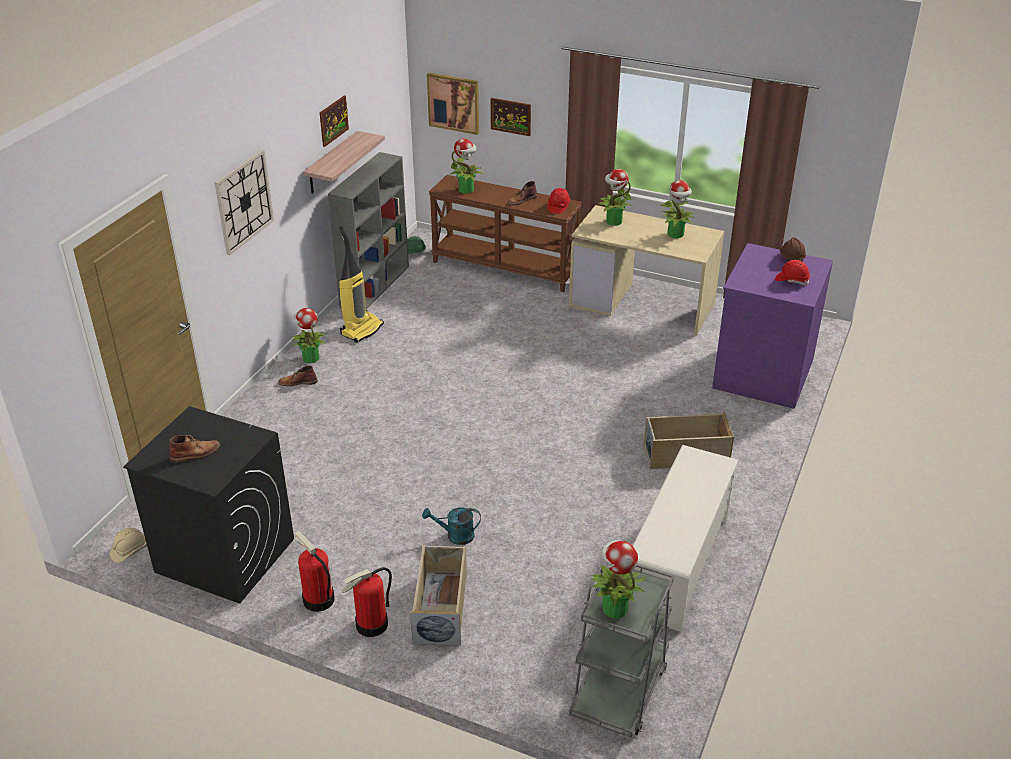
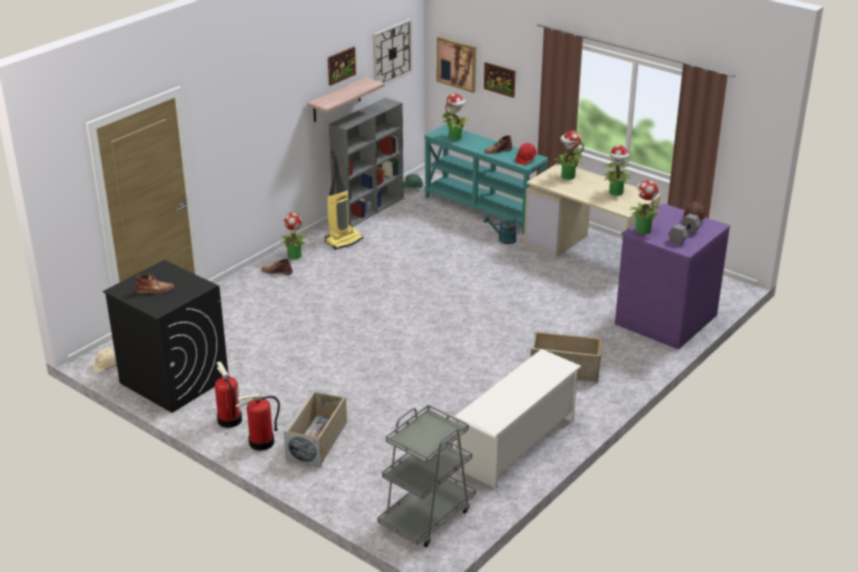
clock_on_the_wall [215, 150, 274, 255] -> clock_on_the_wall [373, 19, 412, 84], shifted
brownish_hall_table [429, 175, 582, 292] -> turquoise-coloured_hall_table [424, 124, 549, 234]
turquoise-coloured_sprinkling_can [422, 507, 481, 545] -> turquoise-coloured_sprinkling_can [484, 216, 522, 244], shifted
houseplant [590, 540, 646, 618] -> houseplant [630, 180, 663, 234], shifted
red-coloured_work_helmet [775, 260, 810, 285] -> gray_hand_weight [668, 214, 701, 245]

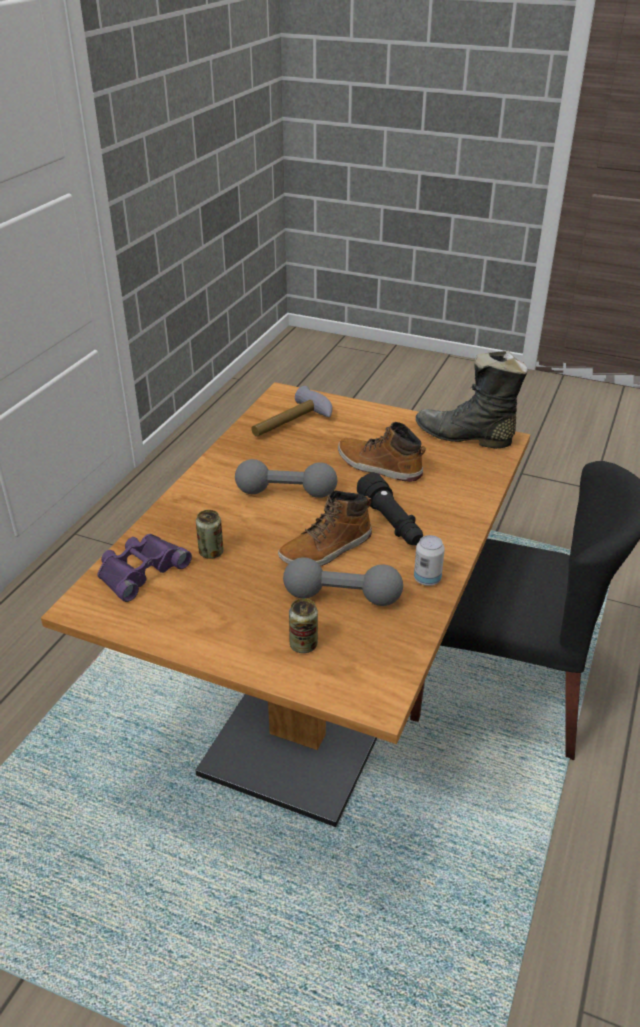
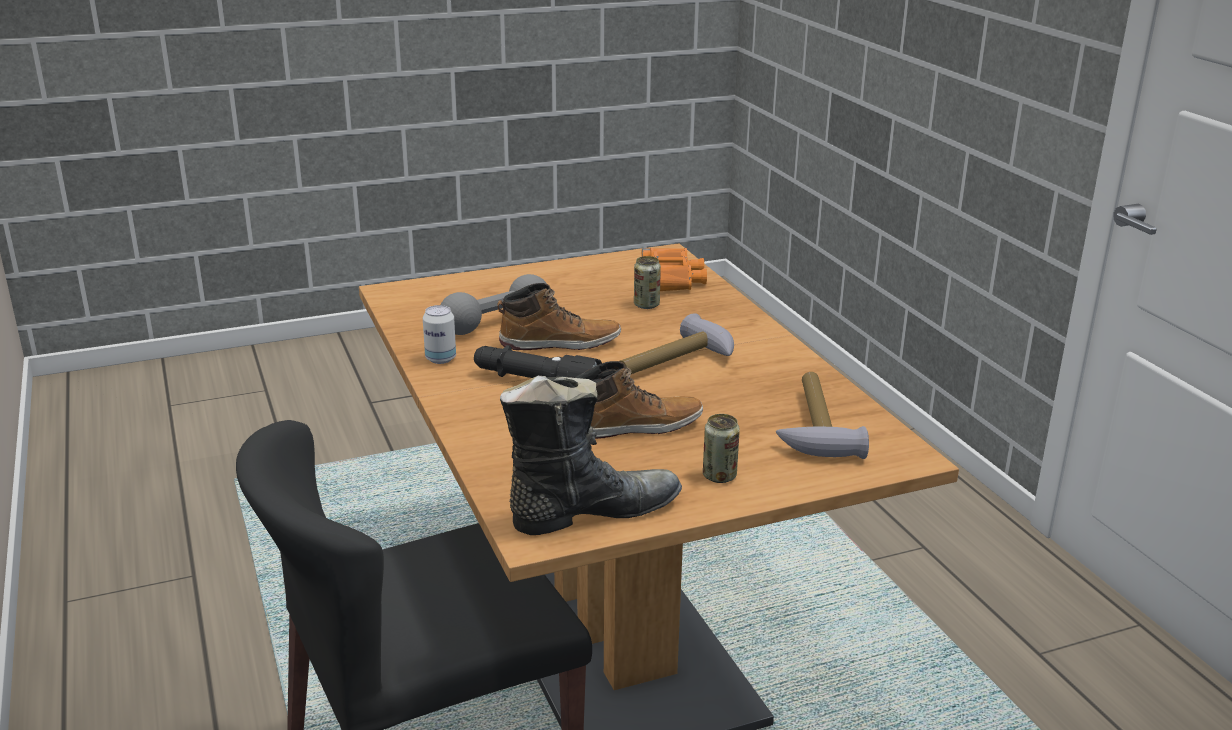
high-top_boot [278, 491, 372, 566] -> high-top_boot [498, 283, 621, 350], 75 degrees clockwise
gray_hand_weight [235, 459, 337, 498] -> tool_hammer [619, 313, 734, 374]
purplish_pair_of_binoculars [97, 534, 192, 602] -> orange-coloured_pair_of_binoculars [641, 248, 707, 291]
can [289, 598, 318, 653] -> can [703, 414, 740, 483], shifted

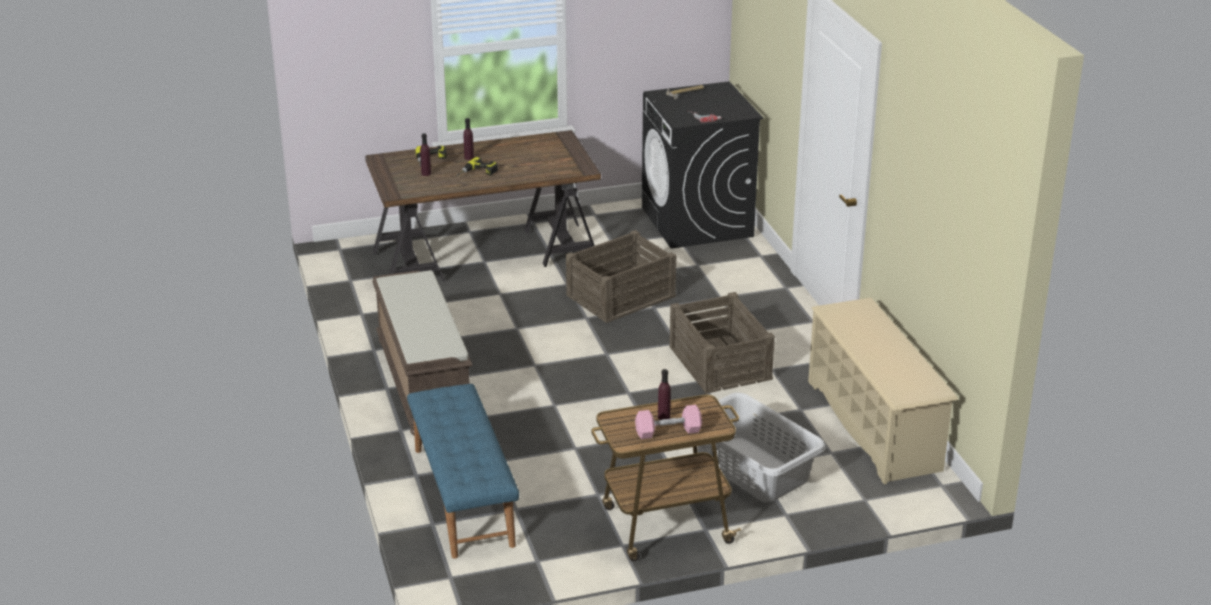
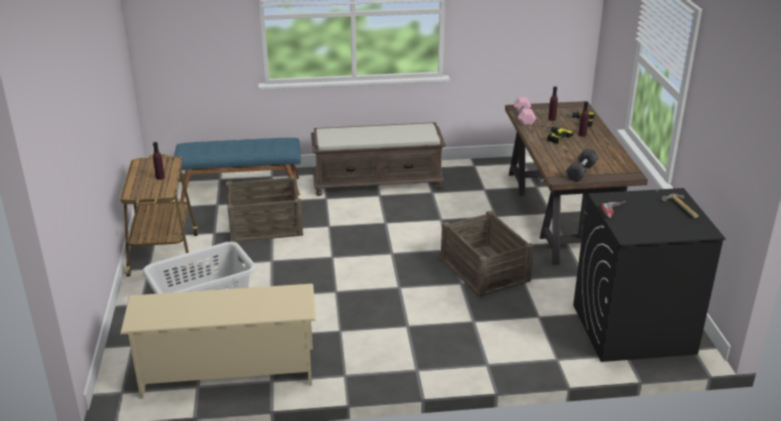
crate [669, 292, 775, 394] -> crate [226, 176, 303, 242], shifted
pink-coloured_hand_weight [635, 405, 702, 439] -> pink-coloured_hand_weight [514, 97, 536, 126], shifted
none -> black_hand_weight [566, 148, 598, 182]

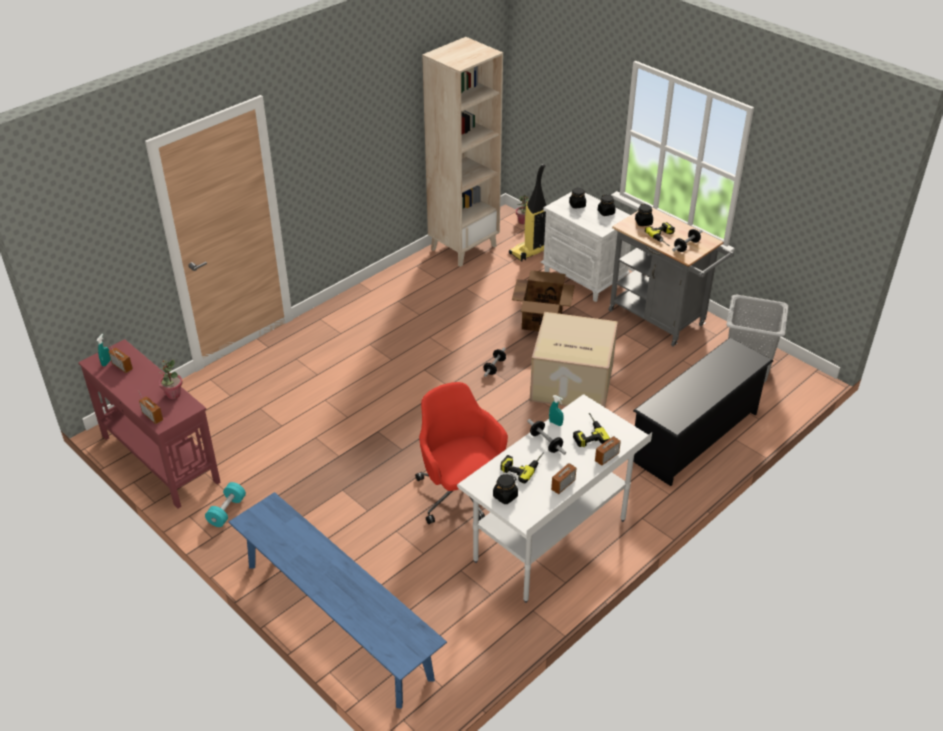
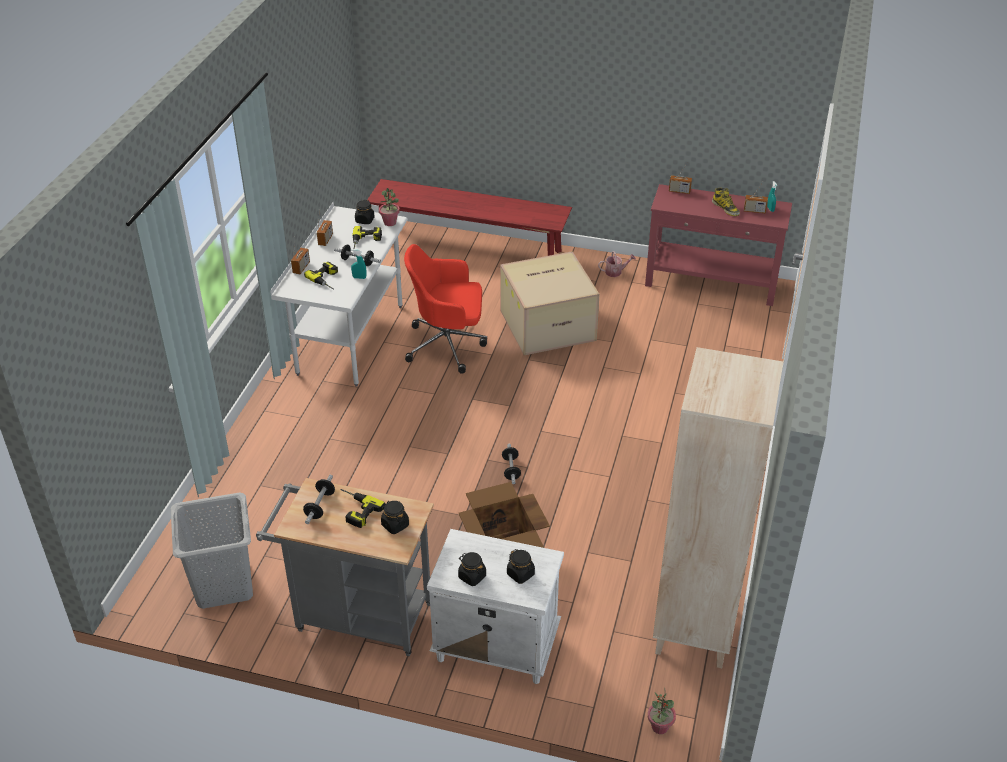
blue_bench [229, 492, 447, 709] -> red-coloured_bench [367, 179, 572, 256]
houseplant [158, 359, 183, 399] -> houseplant [379, 188, 400, 226], shifted
red-coloured_desk_chair [415, 382, 508, 524] -> red-coloured_desk_chair [404, 244, 487, 373], 150 degrees clockwise
cardboard_box [530, 312, 618, 407] -> cardboard_box [500, 251, 600, 355], shifted
turquoise-coloured_hand_weight [205, 482, 246, 527] -> sprinkling_can [598, 251, 636, 277]
none -> high-top_boot [712, 188, 740, 216]
hoover [509, 164, 546, 261] -> none
black_shoe_stand [633, 337, 773, 486] -> none

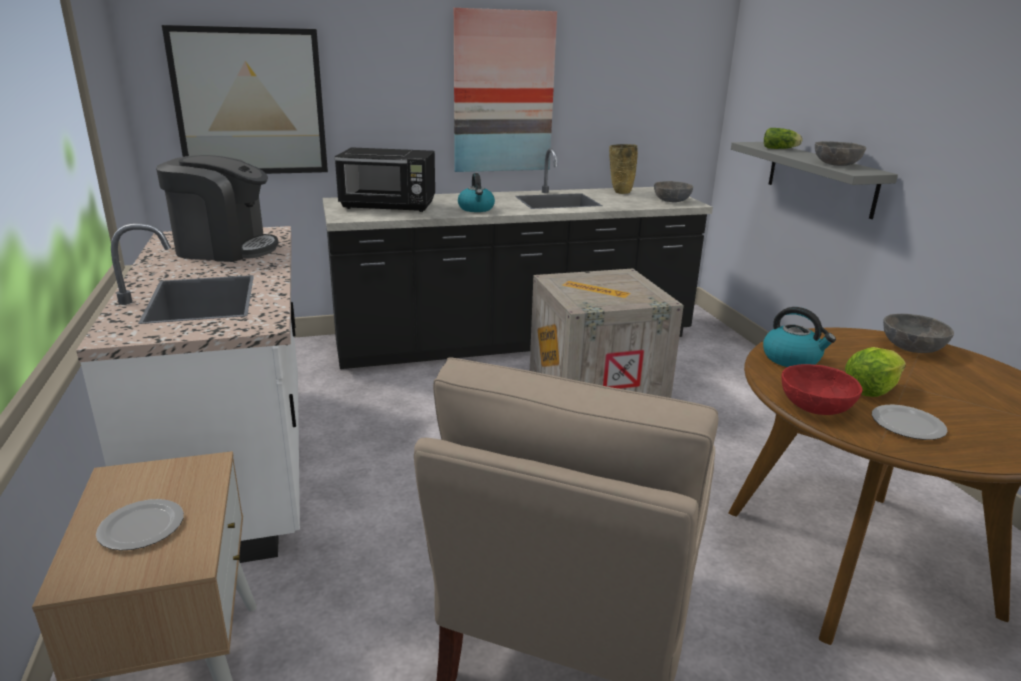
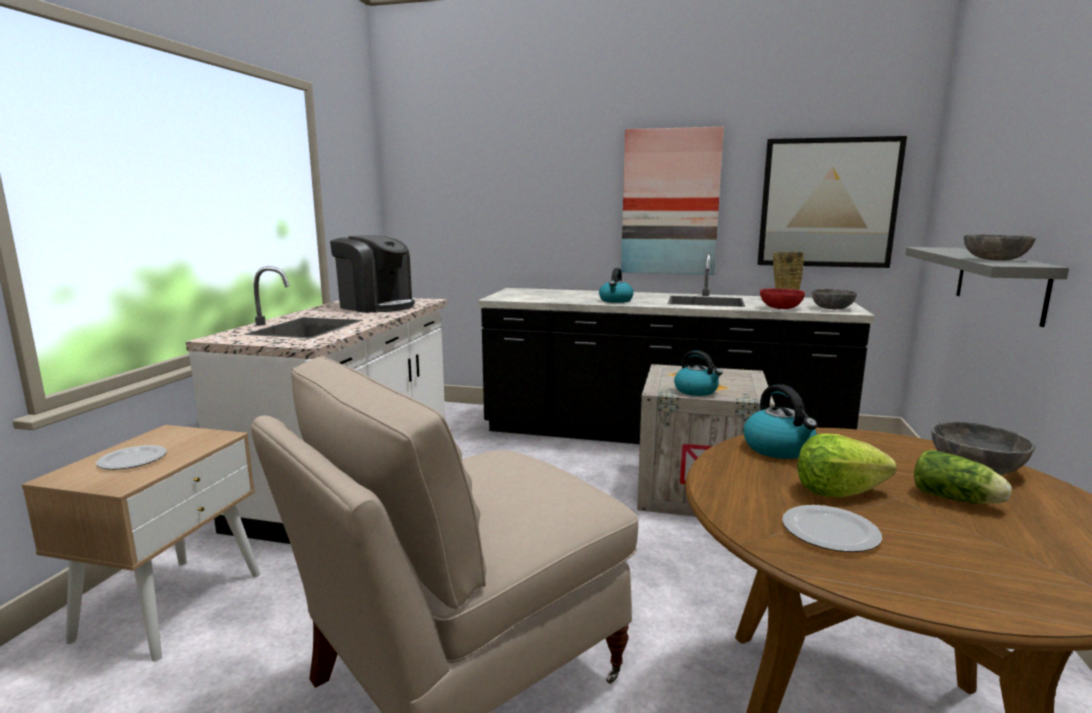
none -> tea_kettle [674, 350, 723, 396]
wall_art [162, 25, 328, 174] -> wall_art [757, 136, 907, 268], shifted
red-coloured_bowl [781, 364, 863, 415] -> red-coloured_bowl [760, 288, 805, 309], shifted
lettuce_head [764, 128, 802, 149] -> lettuce_head [914, 450, 1012, 504], shifted
black_kitchen_microwave [334, 147, 435, 212] -> none

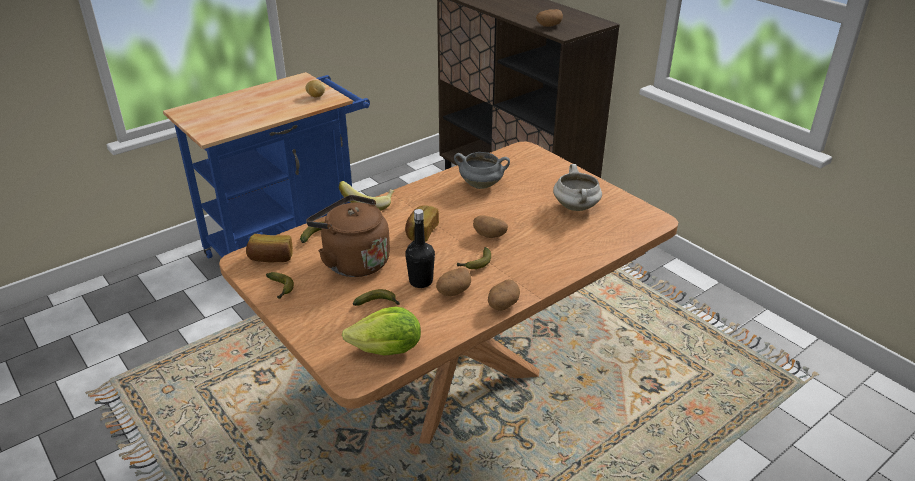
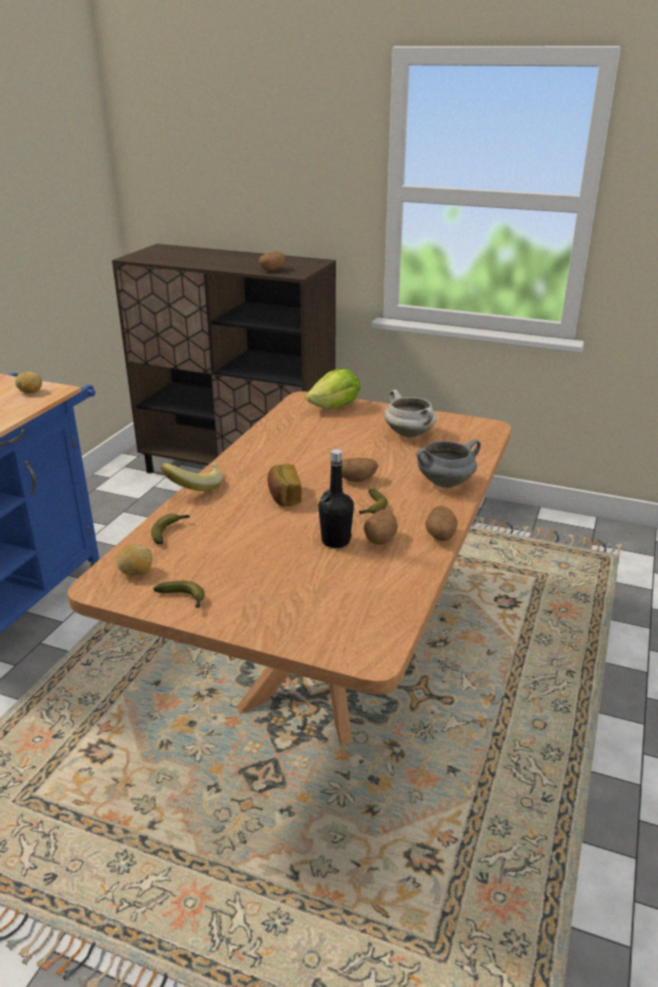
baked_bread [246, 234, 293, 262] -> whole_potato [116, 544, 152, 575]
lettuce_head [342, 307, 421, 356] -> lettuce_head [305, 369, 360, 408], shifted
gray_saucepot [454, 152, 510, 189] -> gray_saucepot [416, 439, 481, 488], shifted
brownish_tea_kettle [306, 195, 390, 277] -> none
banana_fruit [353, 289, 400, 306] -> none

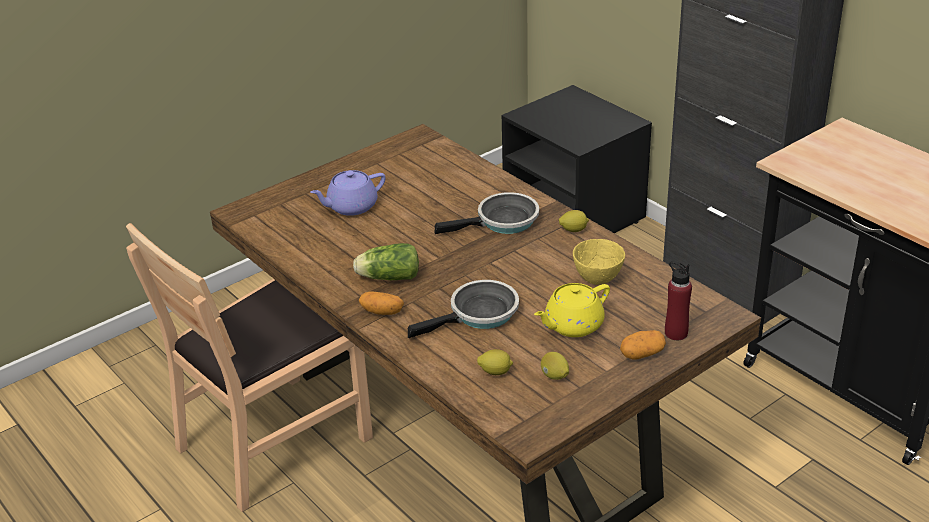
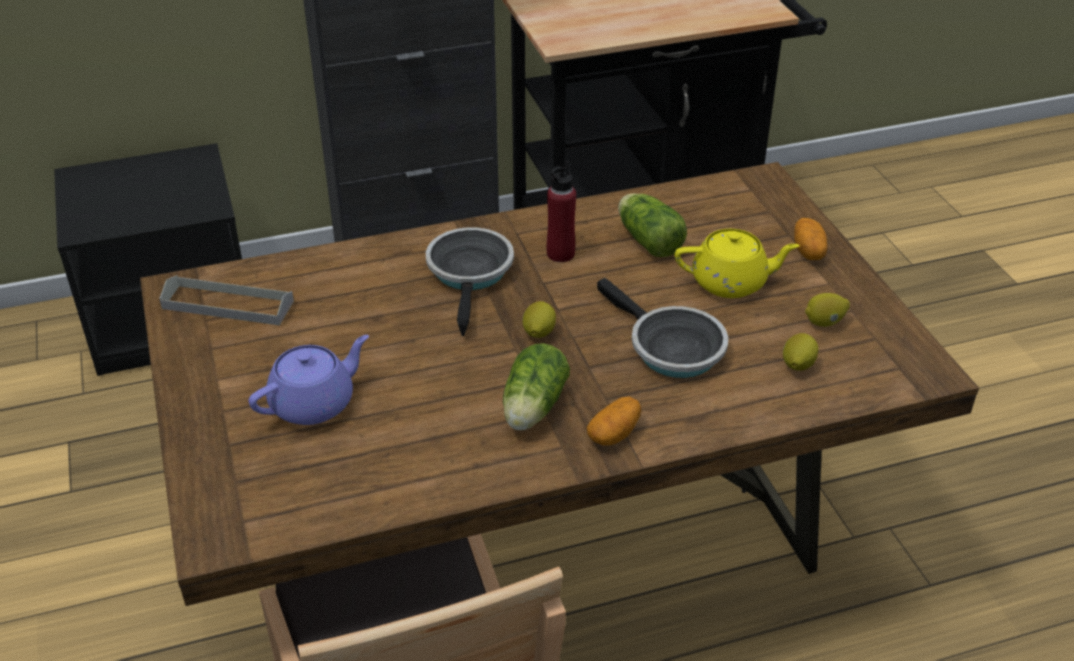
none -> gray_serving_tray [159, 275, 294, 325]
purplish_tea_pot [310, 170, 386, 216] -> purplish_tea_pot [249, 335, 369, 425], 120 degrees counterclockwise
lemon [559, 210, 589, 232] -> lemon [522, 301, 556, 338], shifted
red-coloured_drink_bottle [665, 261, 692, 340] -> red-coloured_drink_bottle [547, 161, 576, 262], shifted
pan [408, 280, 519, 338] -> pan [597, 278, 728, 378], 150 degrees clockwise
yellow_bowl [573, 239, 625, 285] -> lettuce_head [618, 193, 687, 257]
yellow_tea_pot [534, 283, 610, 337] -> yellow_tea_pot [675, 229, 800, 298], 75 degrees counterclockwise

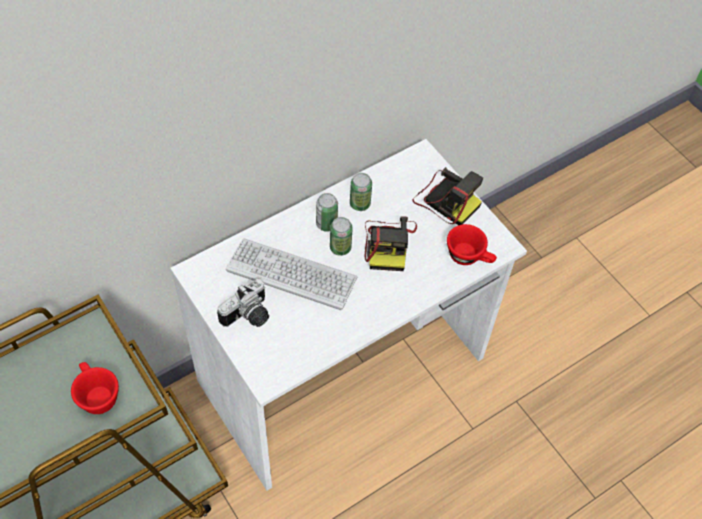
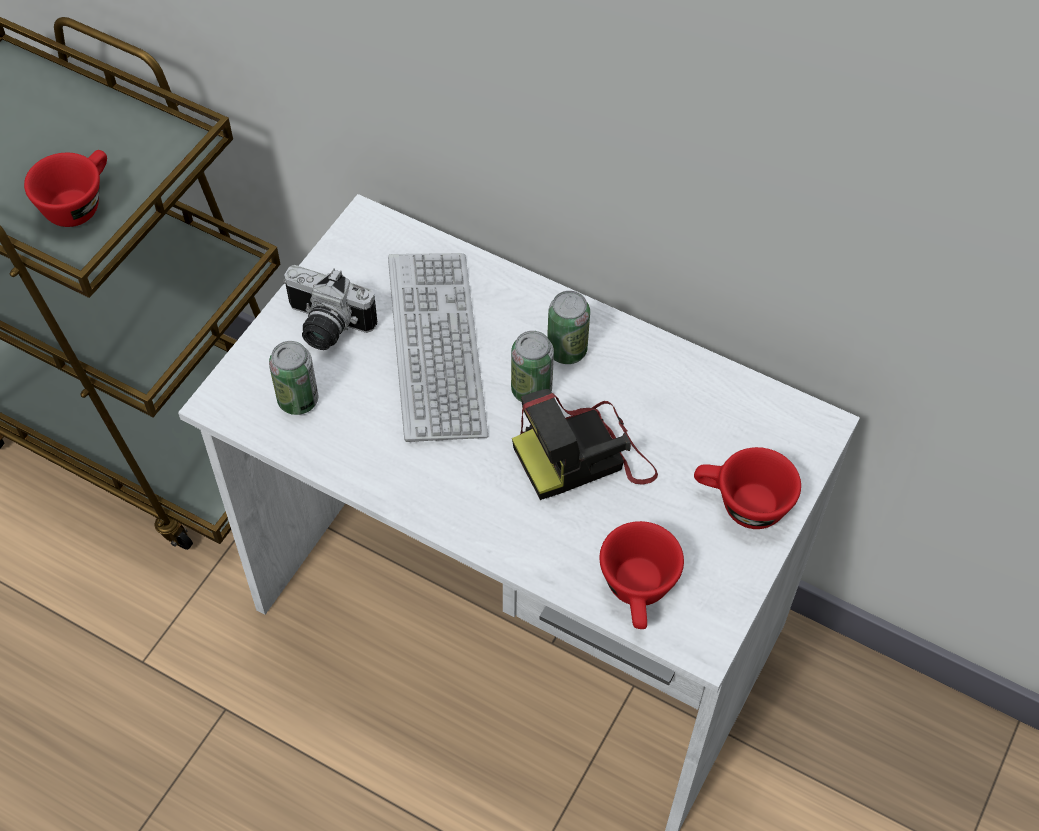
can [350, 173, 372, 211] -> can [269, 341, 318, 415], shifted
still_camera [413, 167, 483, 225] -> red-coloured_cup [694, 447, 801, 529]

